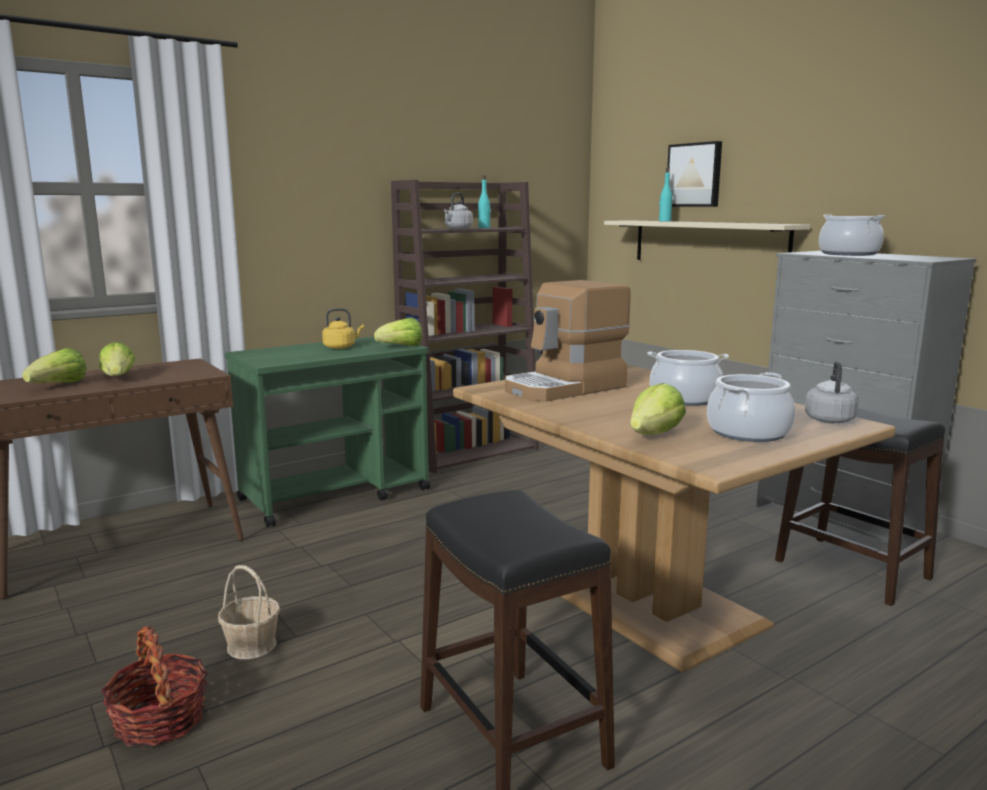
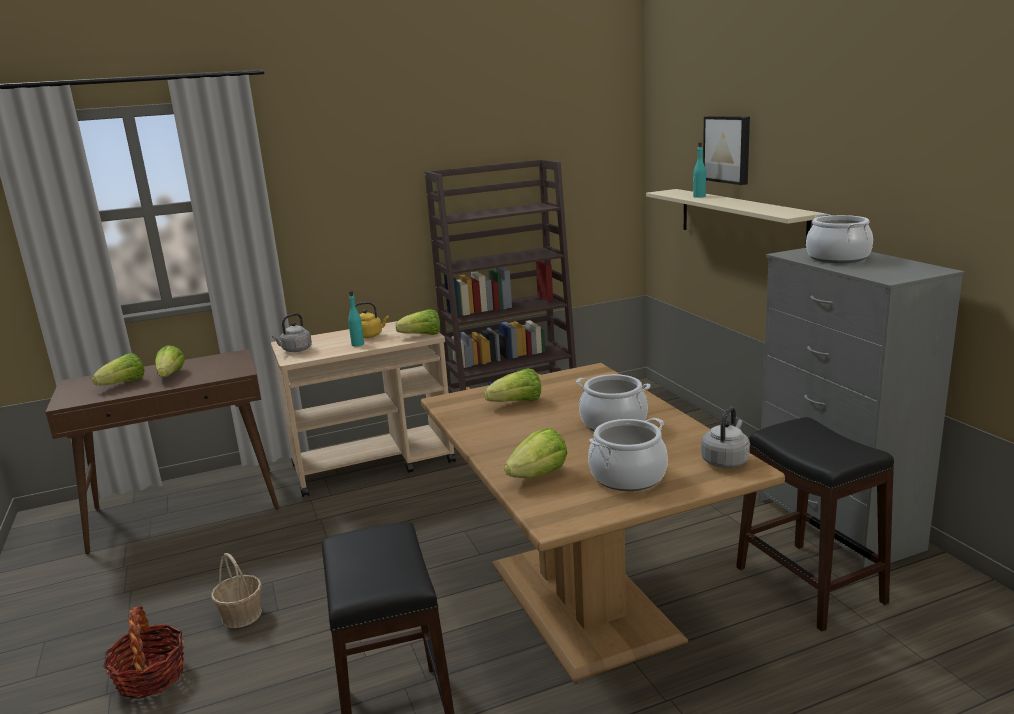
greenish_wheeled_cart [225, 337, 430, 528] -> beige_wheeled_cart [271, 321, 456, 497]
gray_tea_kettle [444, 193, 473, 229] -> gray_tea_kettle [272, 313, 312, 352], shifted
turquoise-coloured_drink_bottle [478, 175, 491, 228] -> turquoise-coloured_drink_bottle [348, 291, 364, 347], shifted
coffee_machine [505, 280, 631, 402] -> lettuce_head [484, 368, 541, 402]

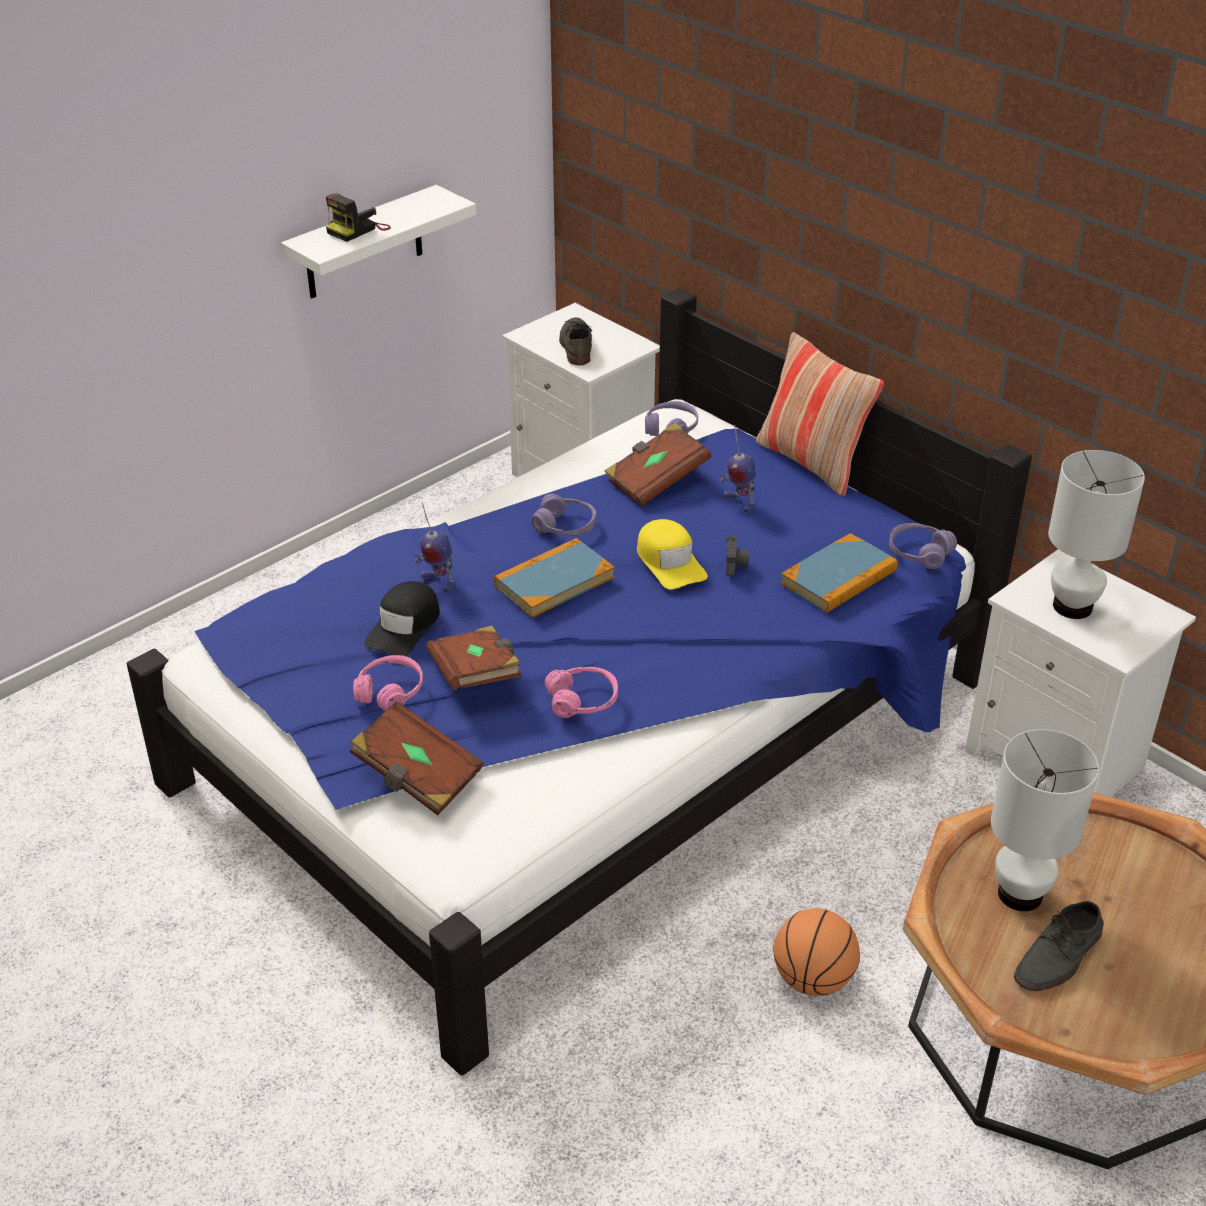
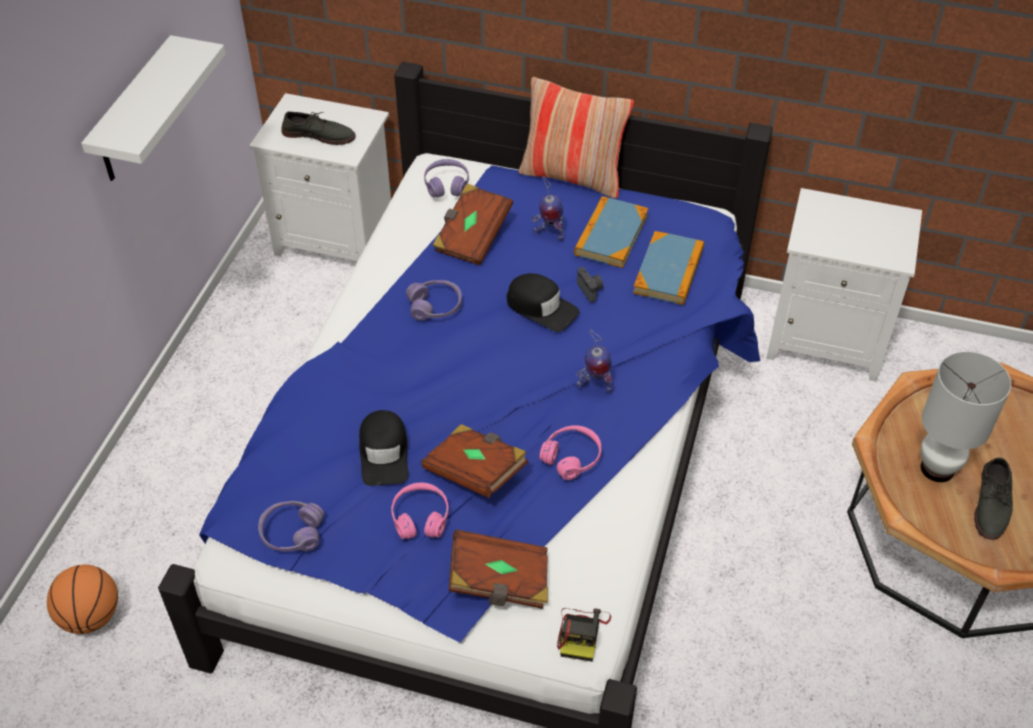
ball_for_basketball [773, 908, 860, 996] -> ball_for_basketball [47, 564, 118, 634], shifted
purplish_pair_of_headphones [889, 523, 957, 569] -> purplish_pair_of_headphones [258, 501, 325, 552], shifted
gray_item_of_footwear [559, 318, 592, 365] -> gray_item_of_footwear [281, 111, 356, 145], 135 degrees clockwise
yellow_peaked_cap [637, 519, 708, 589] -> black_peaked_cap [507, 273, 580, 332]
still_camera [326, 193, 391, 242] -> still_camera [557, 608, 611, 662], shifted
book [494, 538, 615, 618] -> book [574, 196, 648, 268], shifted
toy_robot [414, 502, 455, 593] -> toy_robot [576, 329, 613, 393], shifted
whitish_table_lamp [1048, 450, 1145, 619] -> none

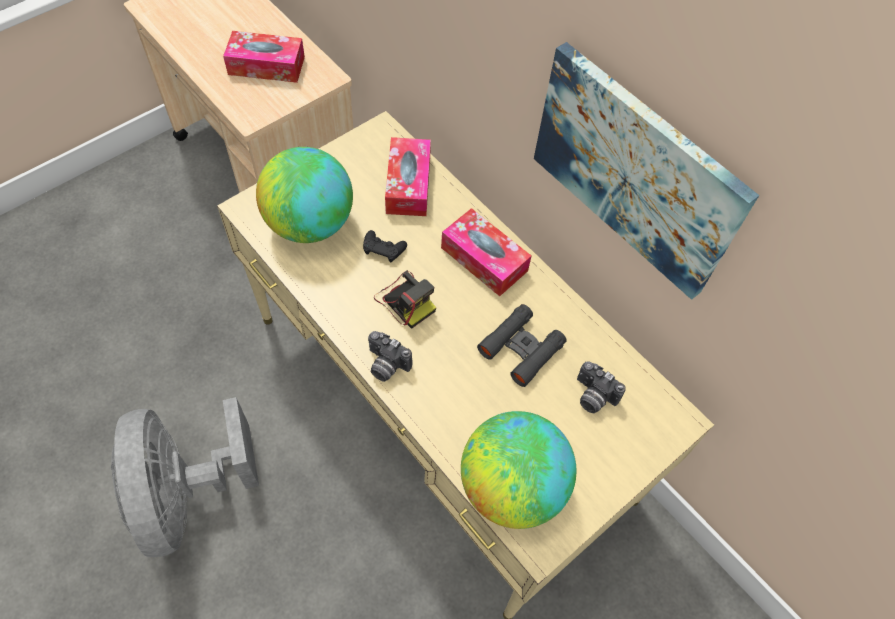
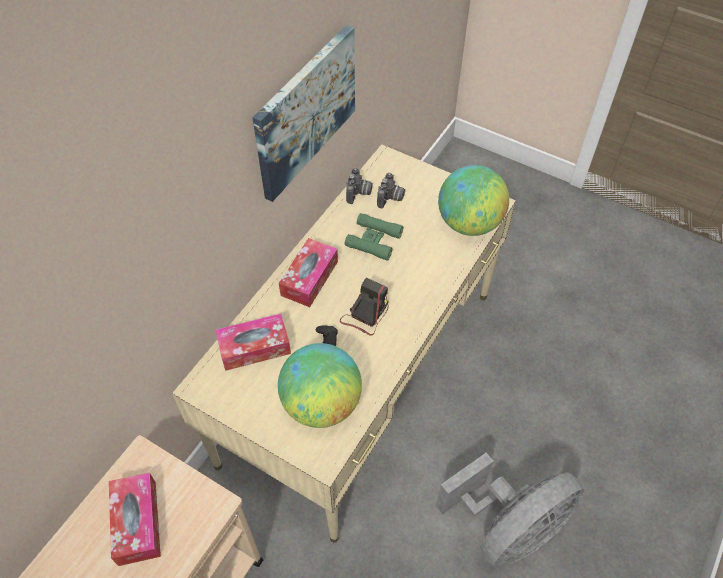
black_pair_of_binoculars [477, 304, 567, 387] -> greenish_pair_of_binoculars [345, 213, 403, 261]
still_camera [368, 331, 412, 382] -> still_camera [346, 168, 373, 204], shifted

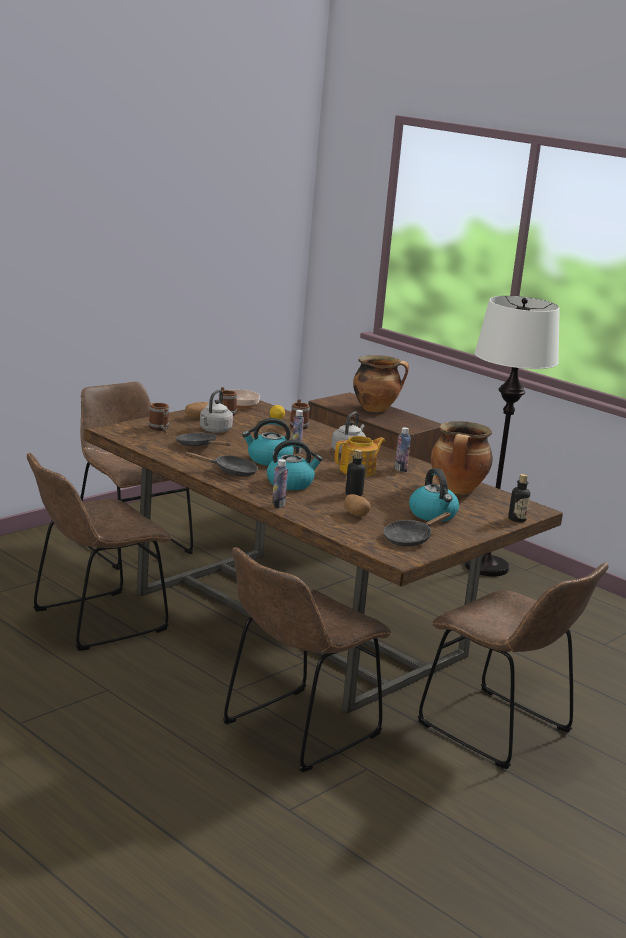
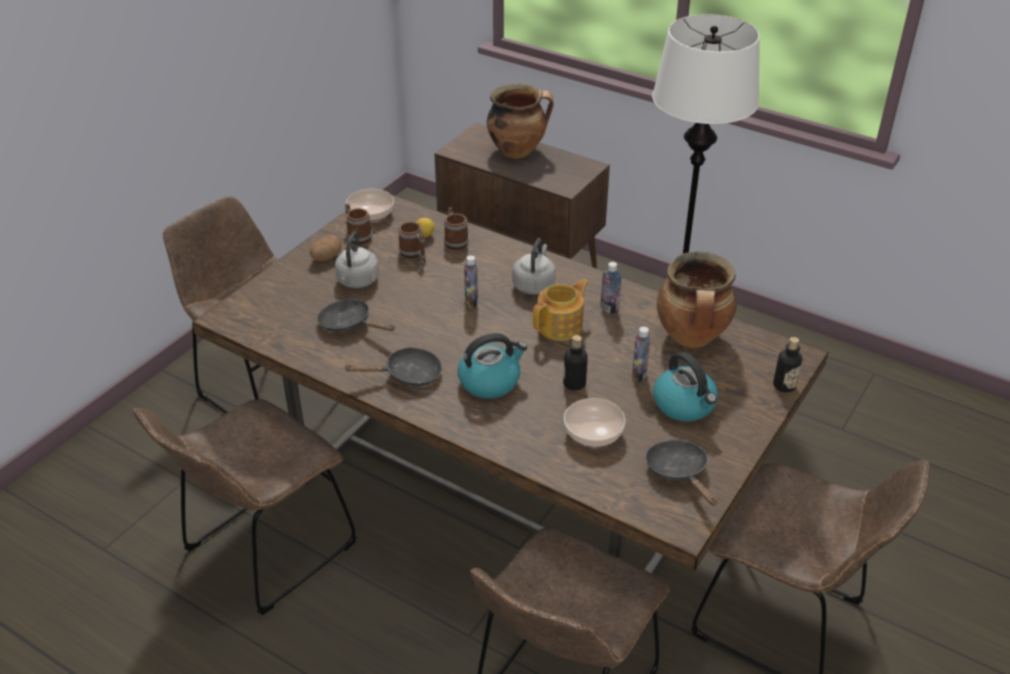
coffee_mug [148, 403, 169, 433] -> coffee_mug [398, 222, 426, 262], shifted
whole_potato [344, 494, 371, 517] -> bowl [564, 398, 626, 447]
drink_bottle [272, 459, 288, 508] -> drink_bottle [632, 327, 651, 382], shifted
black_pan [384, 512, 451, 547] -> black_pan [646, 440, 717, 506], 120 degrees clockwise
tea_kettle [242, 418, 294, 466] -> none

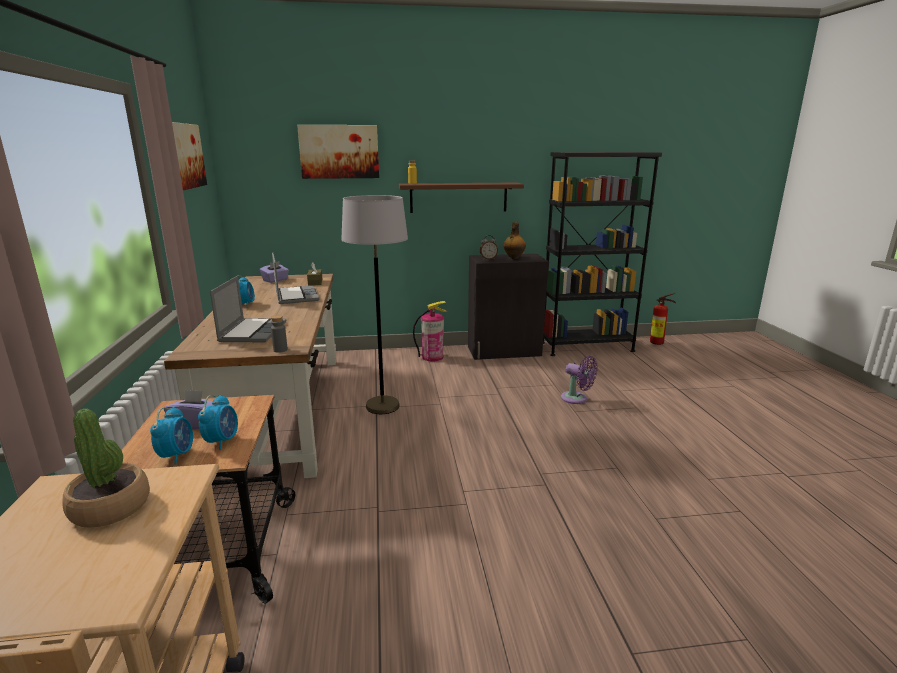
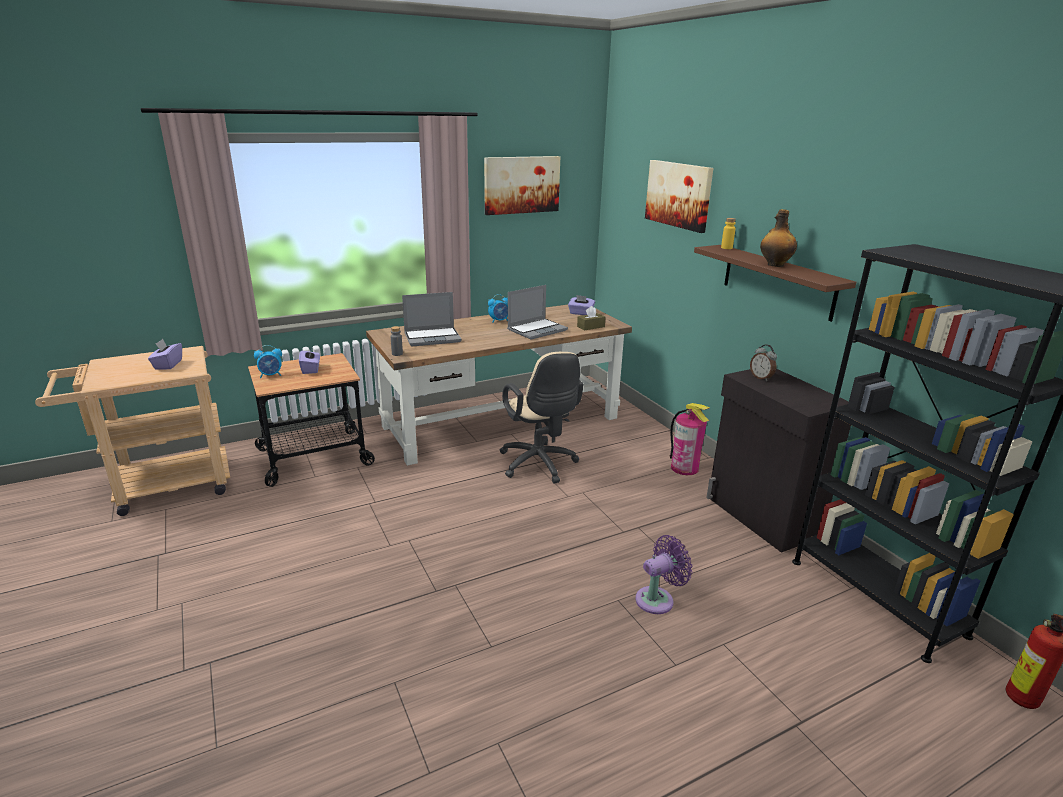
houseplant [63, 409, 150, 528] -> purplish_tissue_box [148, 339, 182, 369]
gray_standing_lamp [341, 195, 408, 414] -> beige_desk_chair [499, 352, 583, 484]
purplish_cooling_fan [561, 356, 598, 404] -> purplish_cooling_fan [635, 535, 693, 614], 135 degrees counterclockwise
drink_bottle [503, 222, 526, 259] -> drink_bottle [760, 209, 797, 267], shifted
alarm_clock [198, 395, 238, 450] -> none

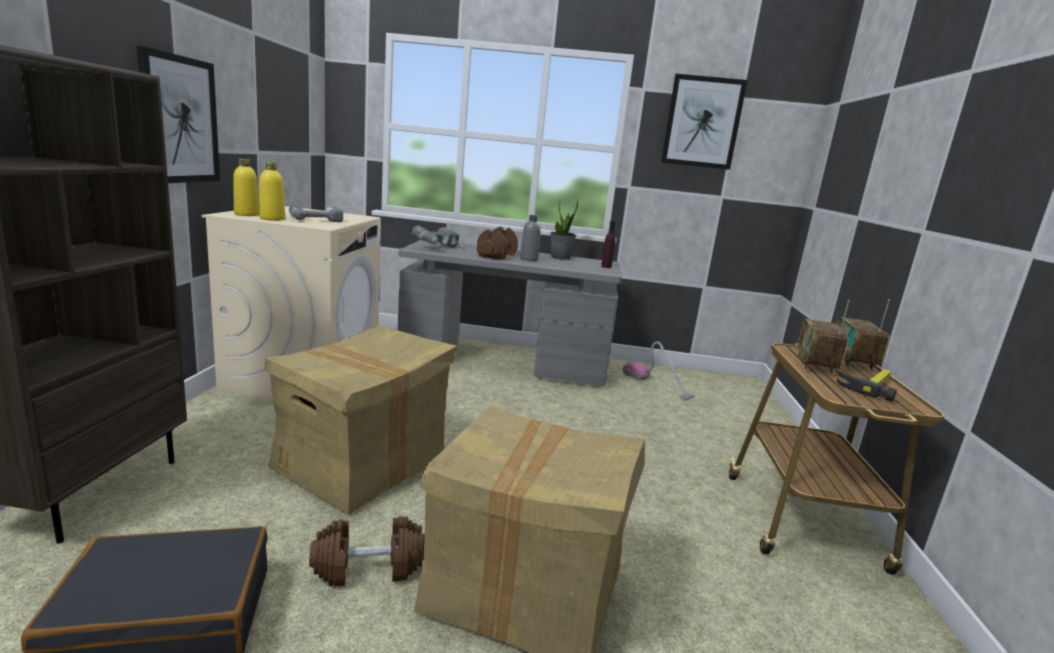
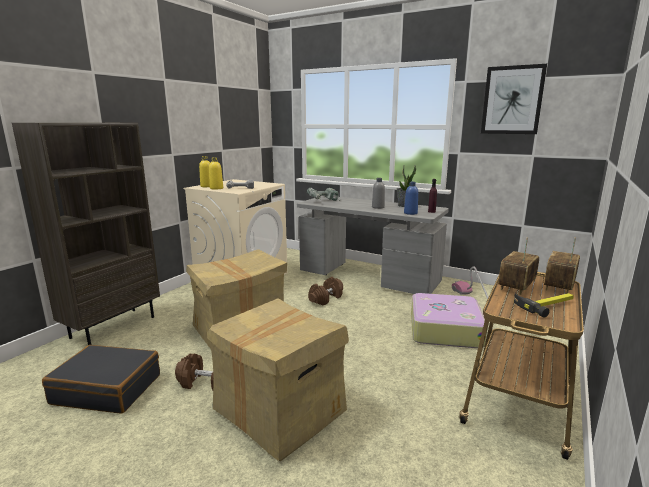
brownish_hand_weight [477, 227, 518, 260] -> brownish_hand_weight [308, 277, 343, 305], shifted
none -> blue_drink_bottle [404, 182, 418, 215]
none -> piece_of_luggage [411, 293, 487, 348]
wall_art [136, 45, 220, 183] -> none

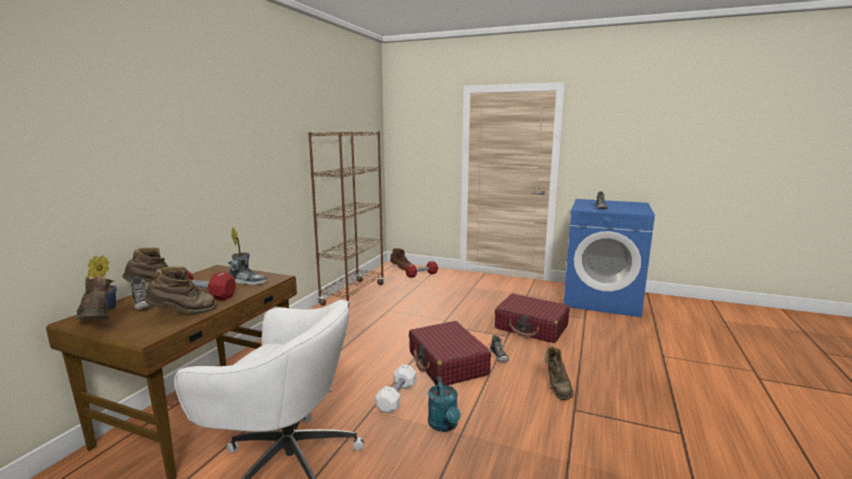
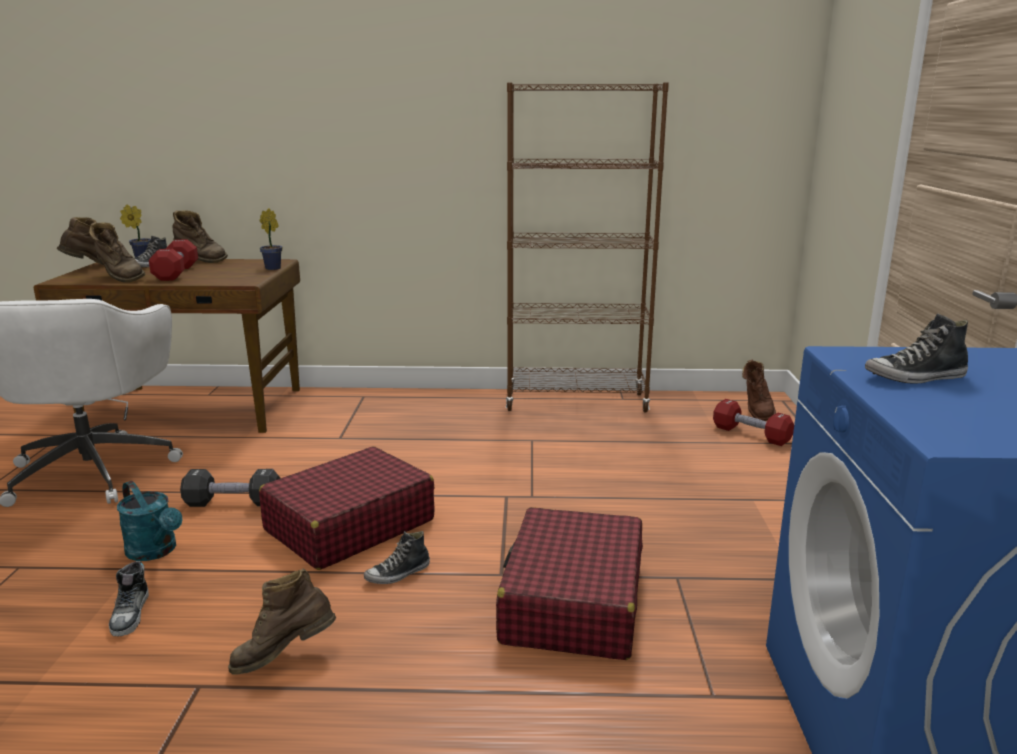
item_of_footwear [228, 258, 267, 285] -> item_of_footwear [109, 561, 149, 637], shifted
turquoise-coloured_sprinkling_can [428, 376, 460, 432] -> turquoise-coloured_sprinkling_can [117, 481, 182, 561], 105 degrees counterclockwise
whitish_hand_weight [375, 364, 416, 414] -> black_hand_weight [180, 469, 281, 507]

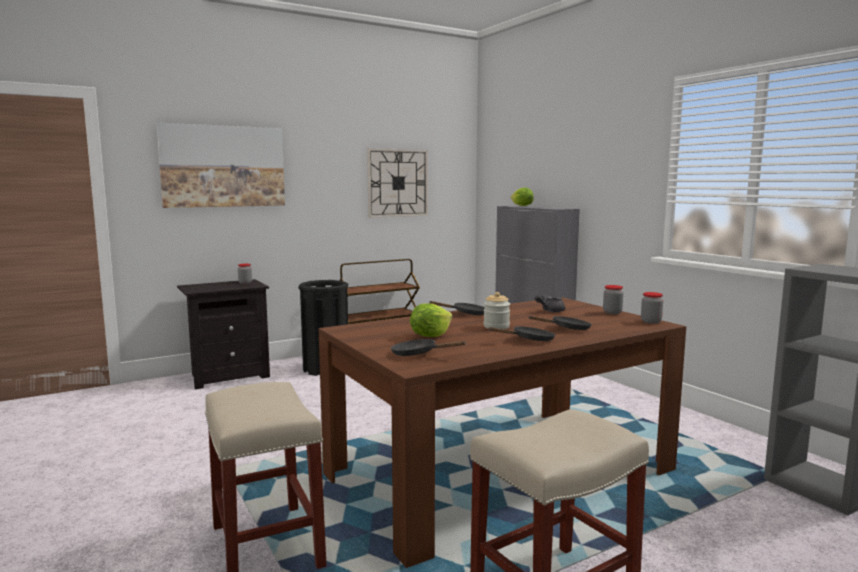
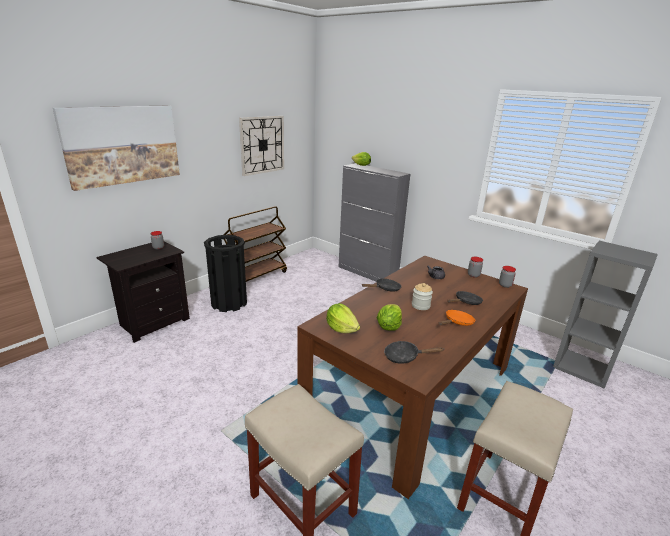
none -> lettuce_head [326, 303, 360, 333]
black_pan [489, 326, 555, 341] -> orange-coloured_pan [439, 310, 475, 326]

